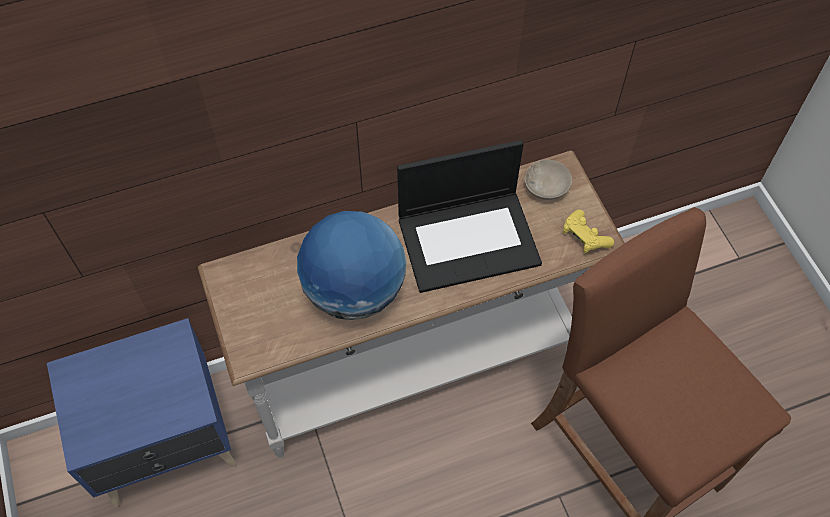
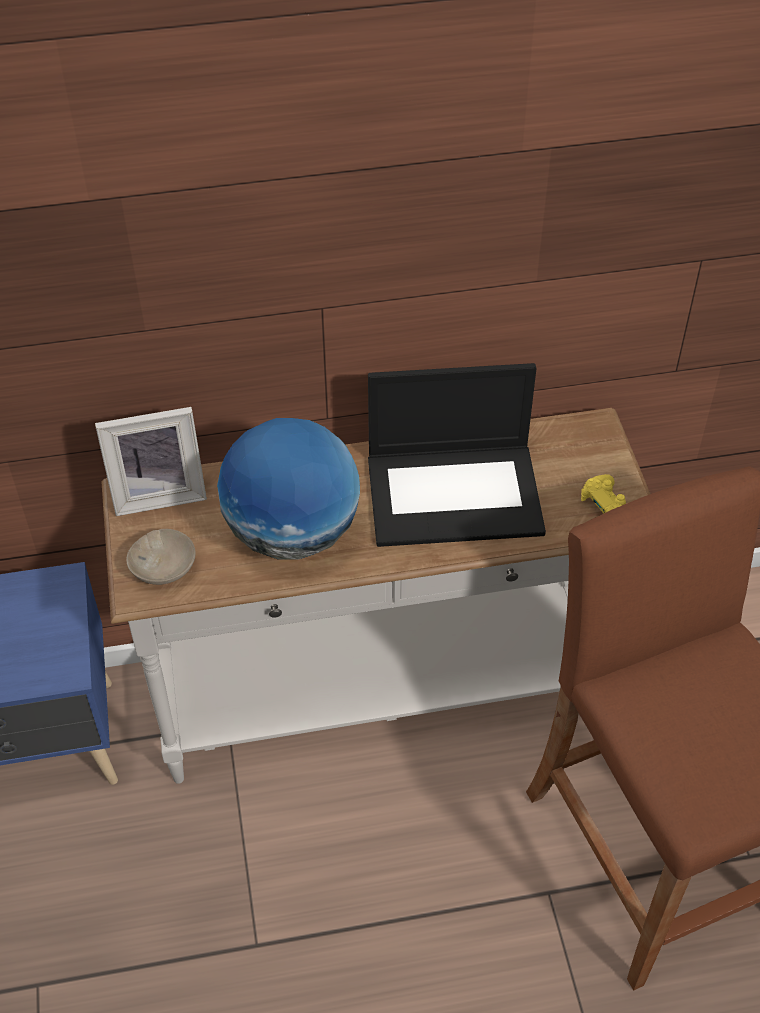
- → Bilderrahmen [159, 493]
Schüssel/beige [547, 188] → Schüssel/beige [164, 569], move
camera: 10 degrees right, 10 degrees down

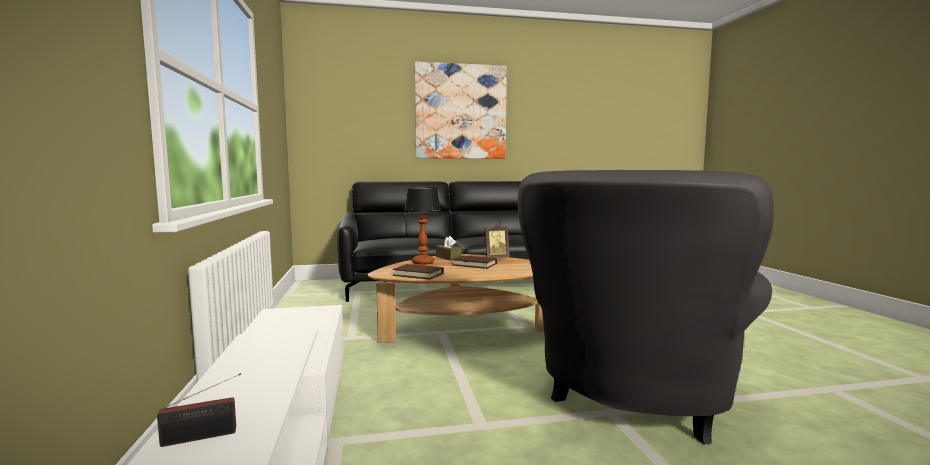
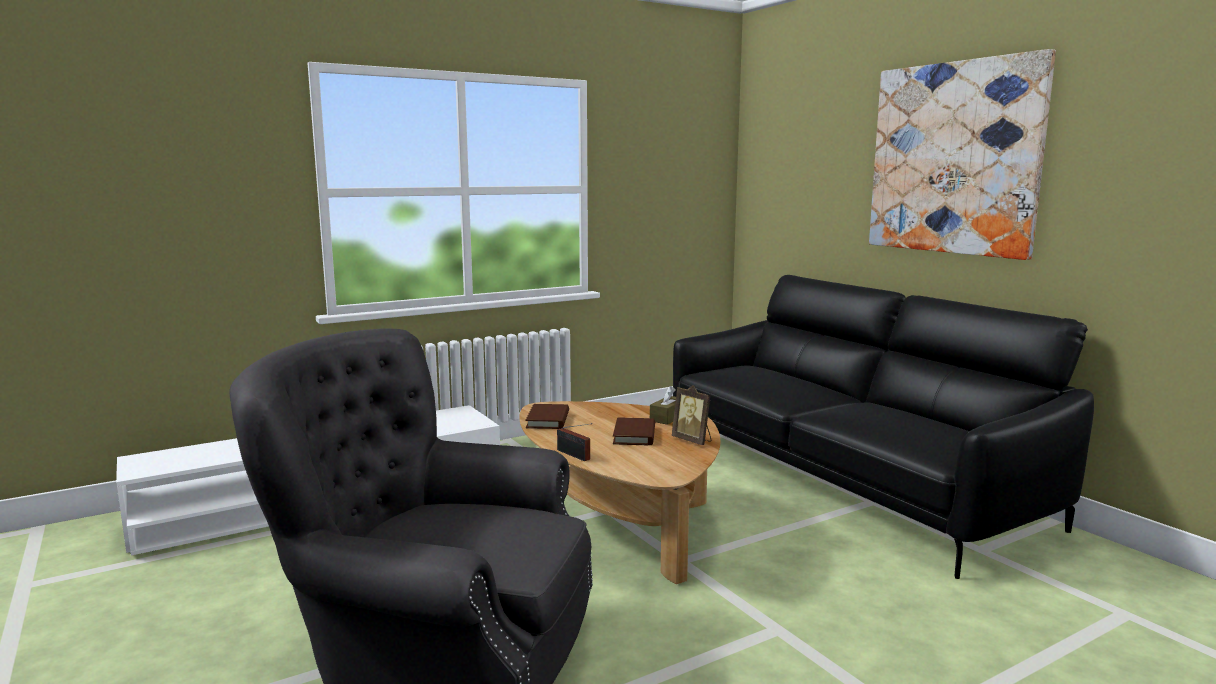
Tischlampe [423, 262] → -
Radio [203, 436] → Radio [574, 455], move
camera: 70 degrees right, 5 degrees up

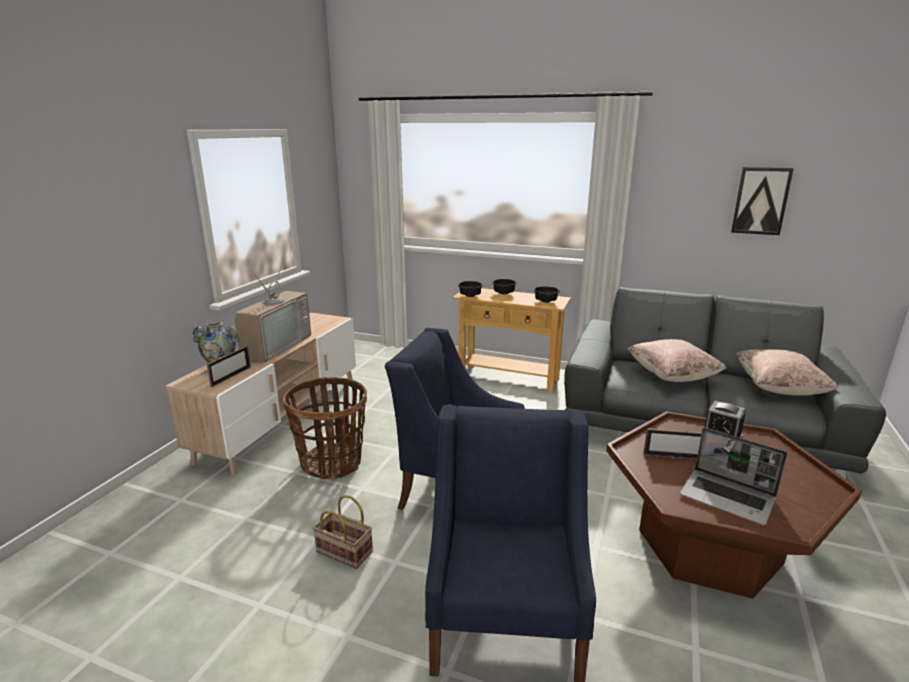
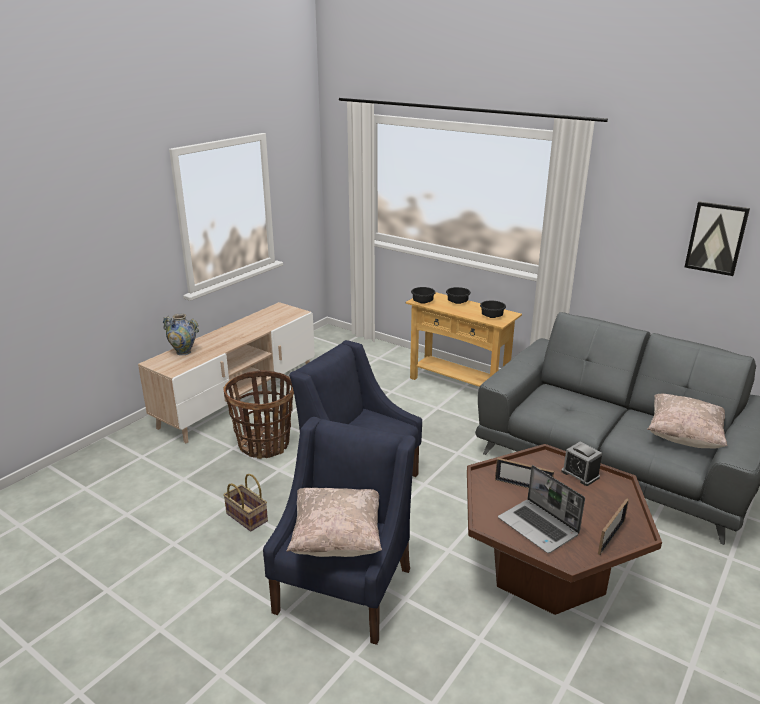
Fernseher [274, 345] → -
Bilderrahmen [231, 376] → Bilderrahmen [611, 537], move
Kissen/beige [671, 376] → Kissen/beige [337, 539], move
camera: 15 degrees right, 5 degrees up

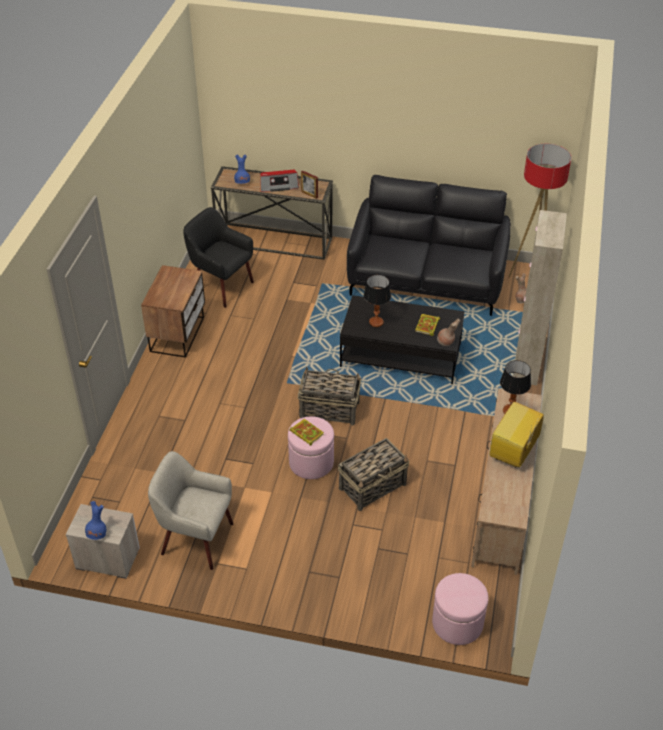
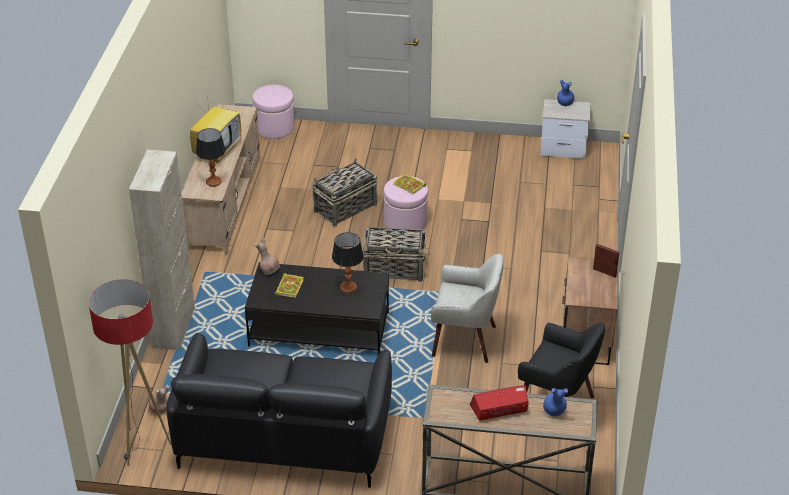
Sessel/beige [196, 539] → Sessel/beige [465, 340], move
Bilderrahmen [309, 194] → Bilderrahmen [604, 272], move
camera: 175 degrees right, 5 degrees down

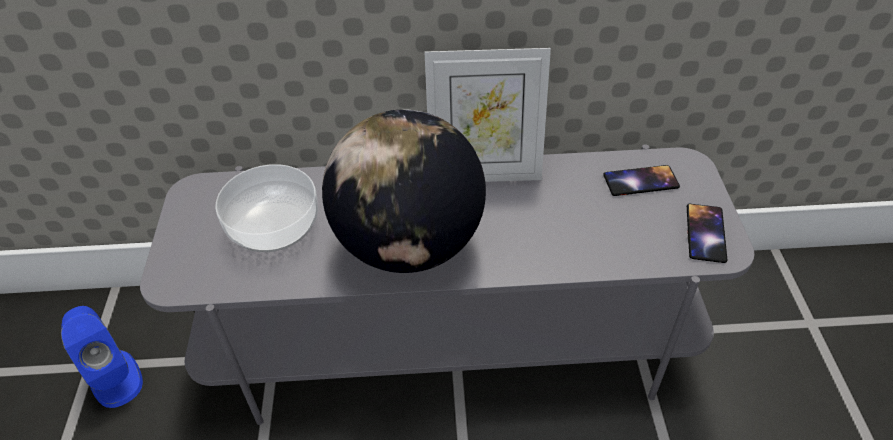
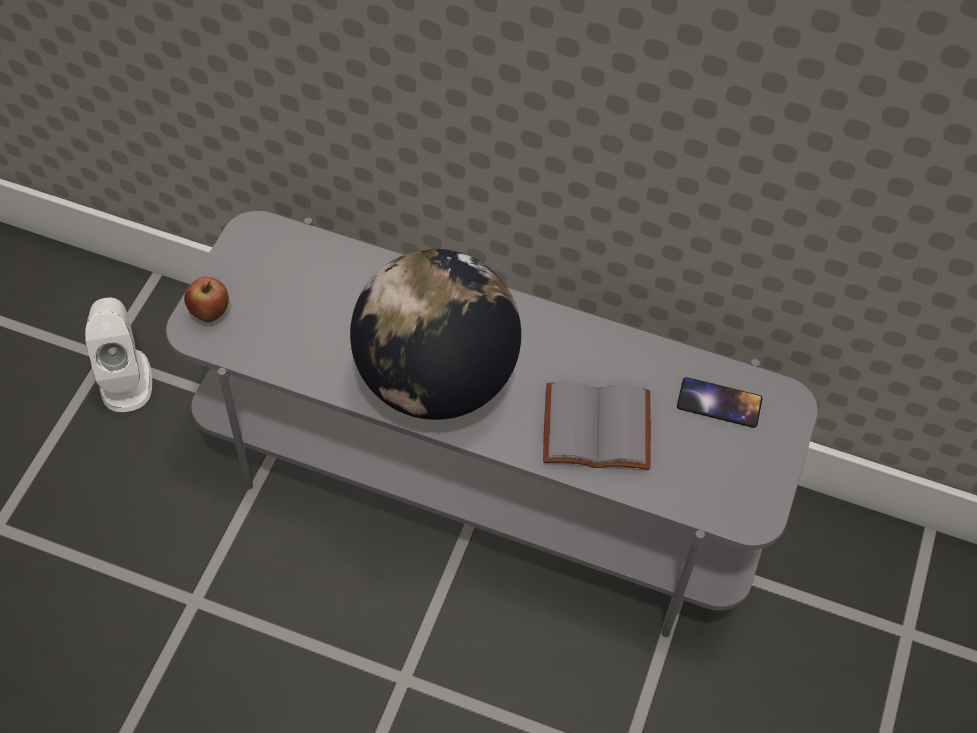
Schüssel [274, 227] → -
Bilderrahmen [485, 173] → -
Handy [705, 233] → -
- → Apfel [210, 313]
- → Buch/grau [594, 431]
Lautsprecher/blau [114, 377] → Lautsprecher/weiß [125, 379]
camera: 20 degrees right, 10 degrees up

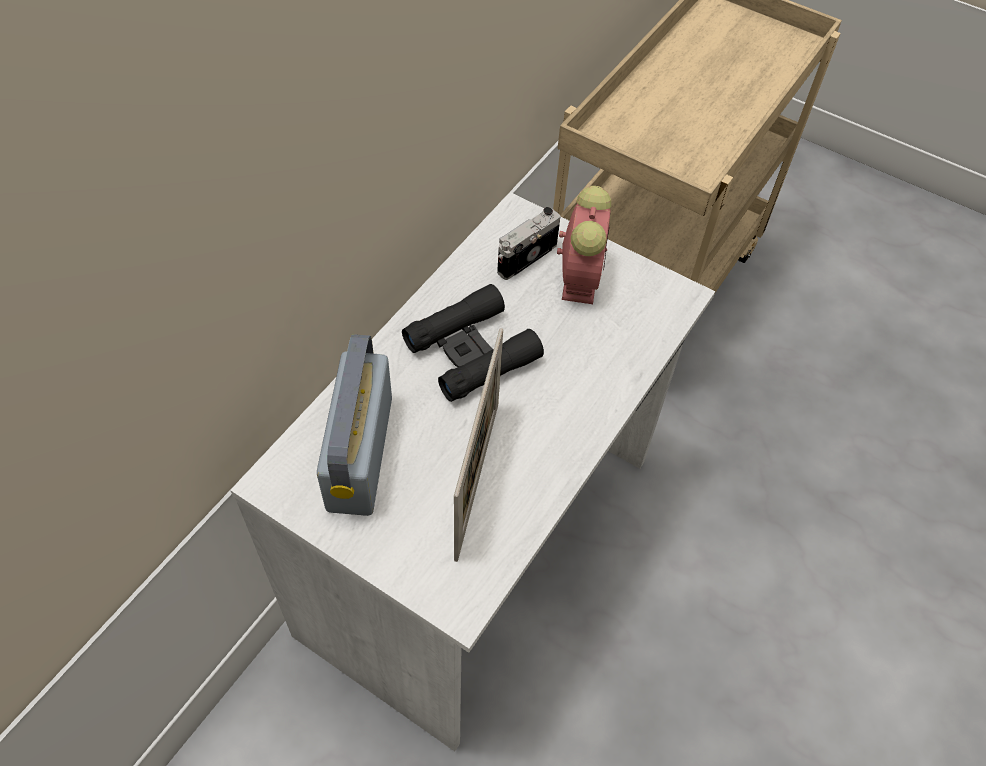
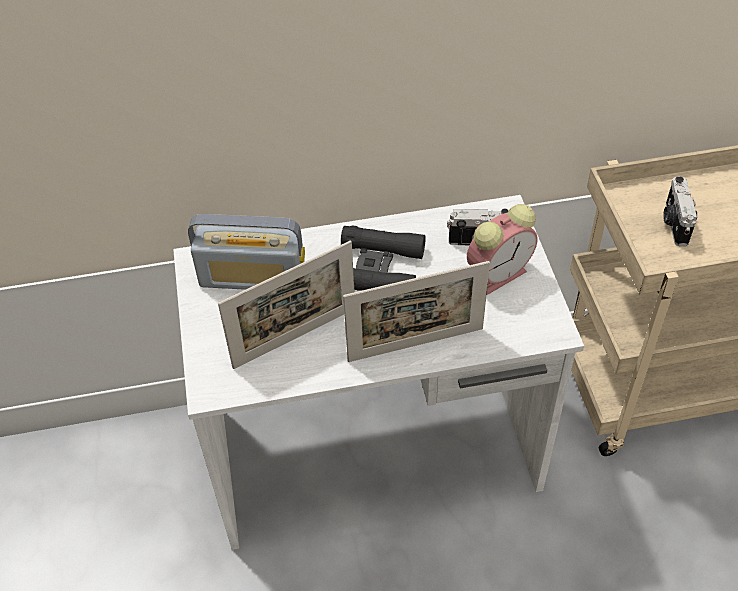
- → Bilderrahmen [415, 344]
- → Kamera [674, 223]
Radio [360, 453] → Radio [253, 278], 135 degrees counterclockwise
camera: 50 degrees right, 5 degrees down

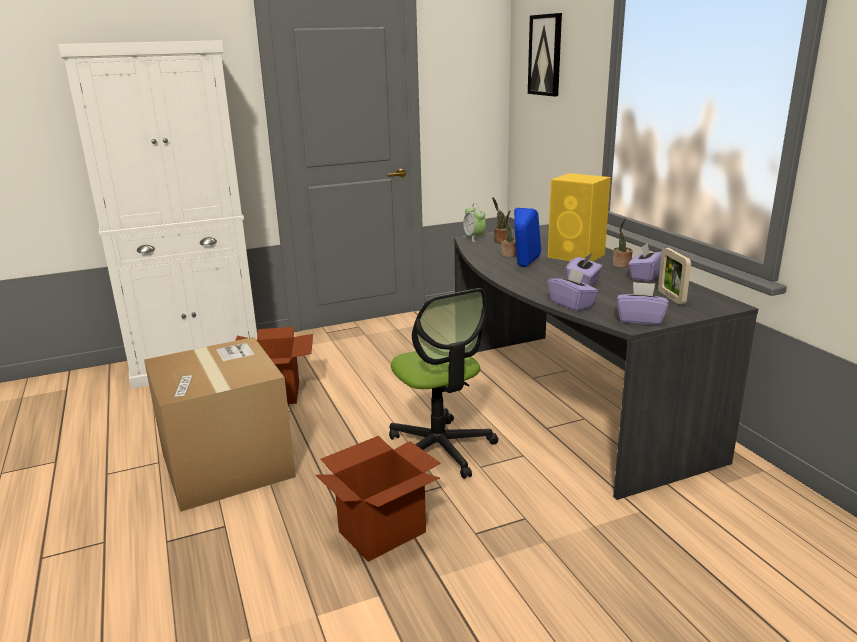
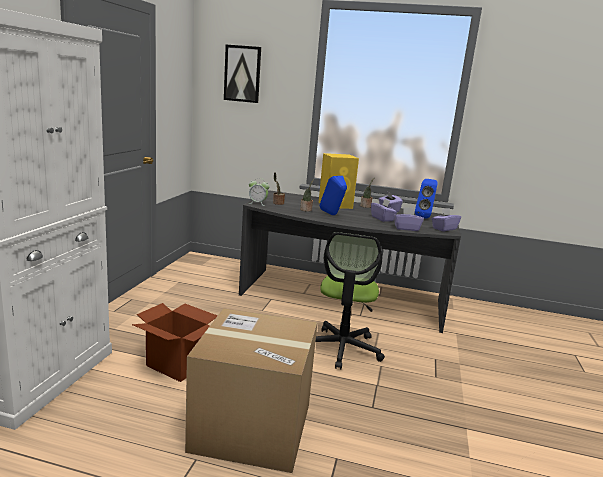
Karton [382, 531] → -
Bilderrahmen [671, 297] → Lautsprecher/blau [424, 217]
Bürostuhl [440, 449] → Bürostuhl [342, 348], 90 degrees clockwise
camera: 55 degrees left, 5 degrees down

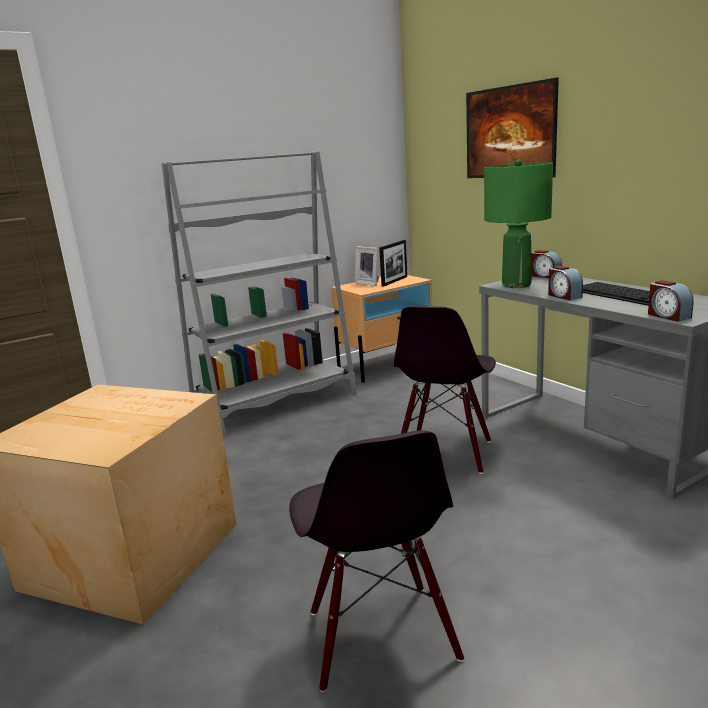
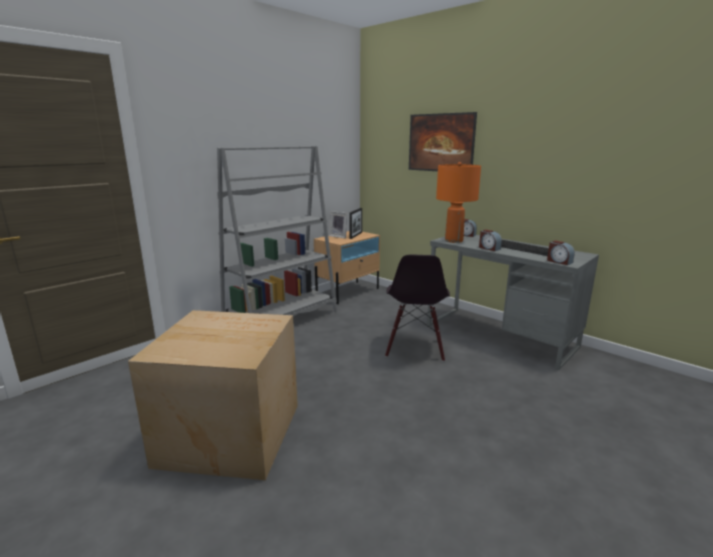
Stuhl/schwarz [380, 636] → -
Tischlampe/grün [516, 285] → Tischlampe/orange [453, 240]
camera: 15 degrees left, 0 degrees up

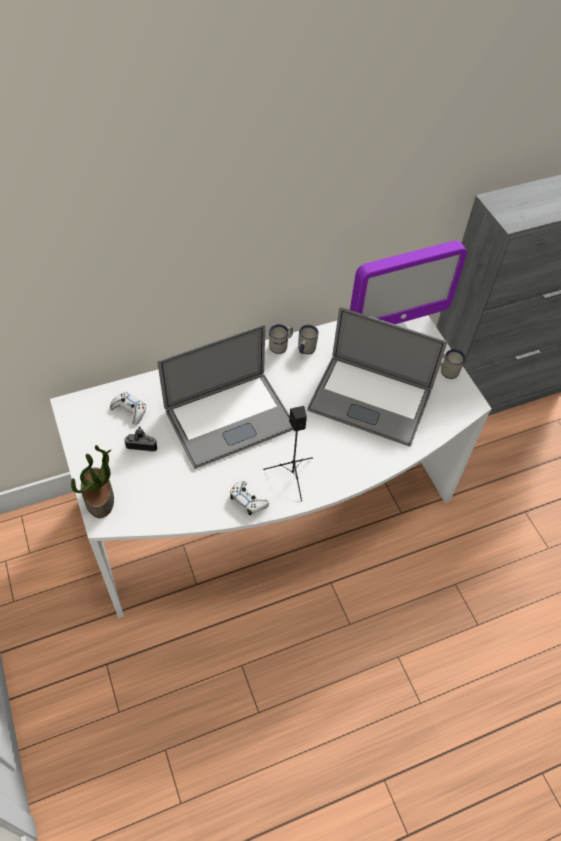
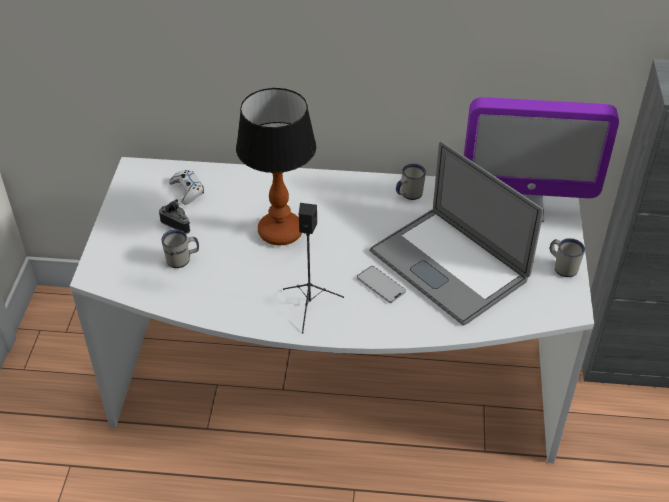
Topfpflanze [100, 498] → -
Gamepad/weiß [248, 500] → -
- → Handy [381, 285]
Henkelbecher/weiß [281, 345] → Henkelbecher/weiß [183, 260], move
Laptop [229, 419] → Tischlampe [281, 231]
camera: 30 degrees right, 10 degrees down

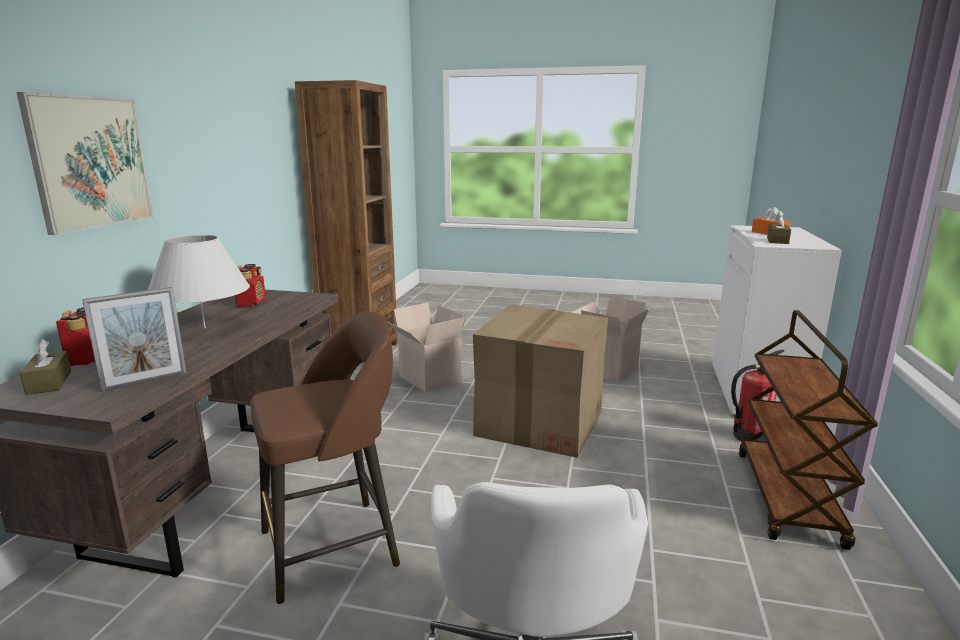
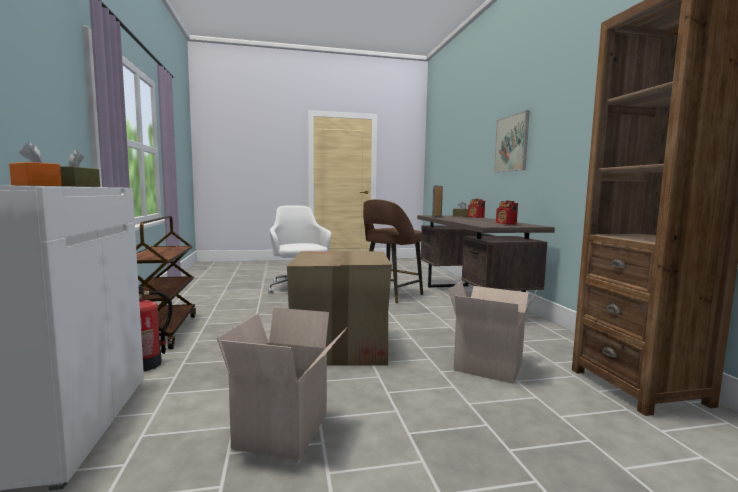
Tischlampe/weiß [204, 328] → -
camera: 155 degrees right, 10 degrees down

